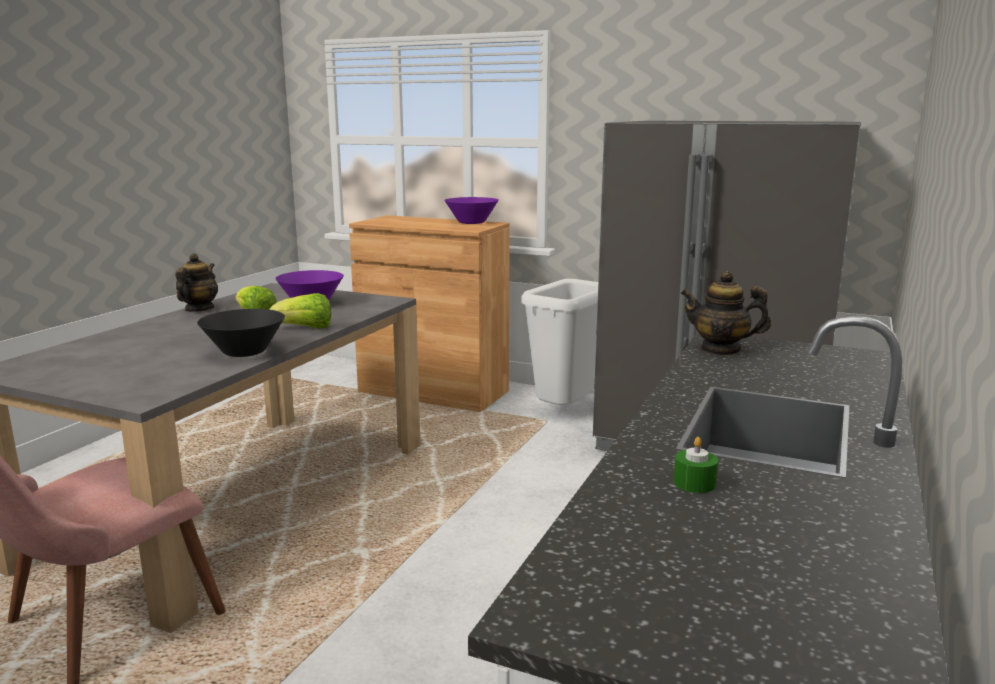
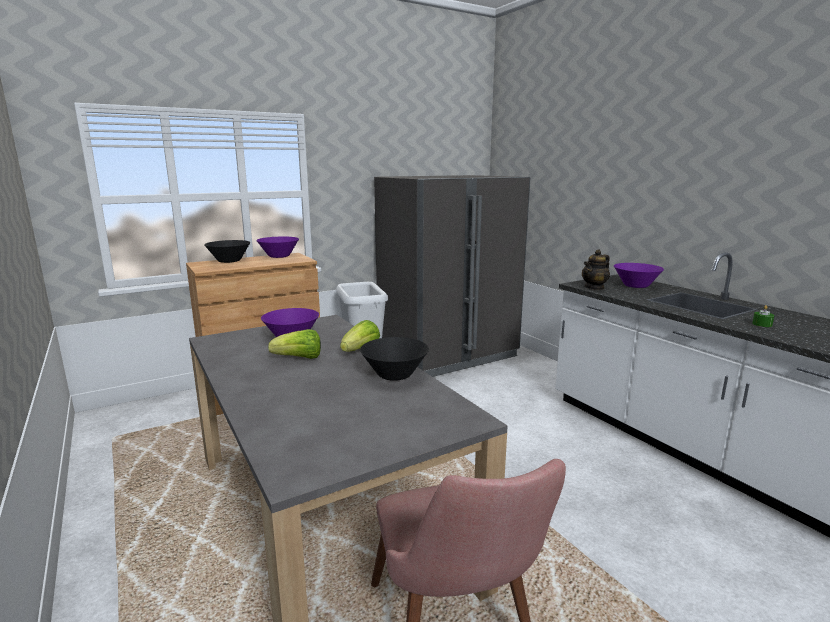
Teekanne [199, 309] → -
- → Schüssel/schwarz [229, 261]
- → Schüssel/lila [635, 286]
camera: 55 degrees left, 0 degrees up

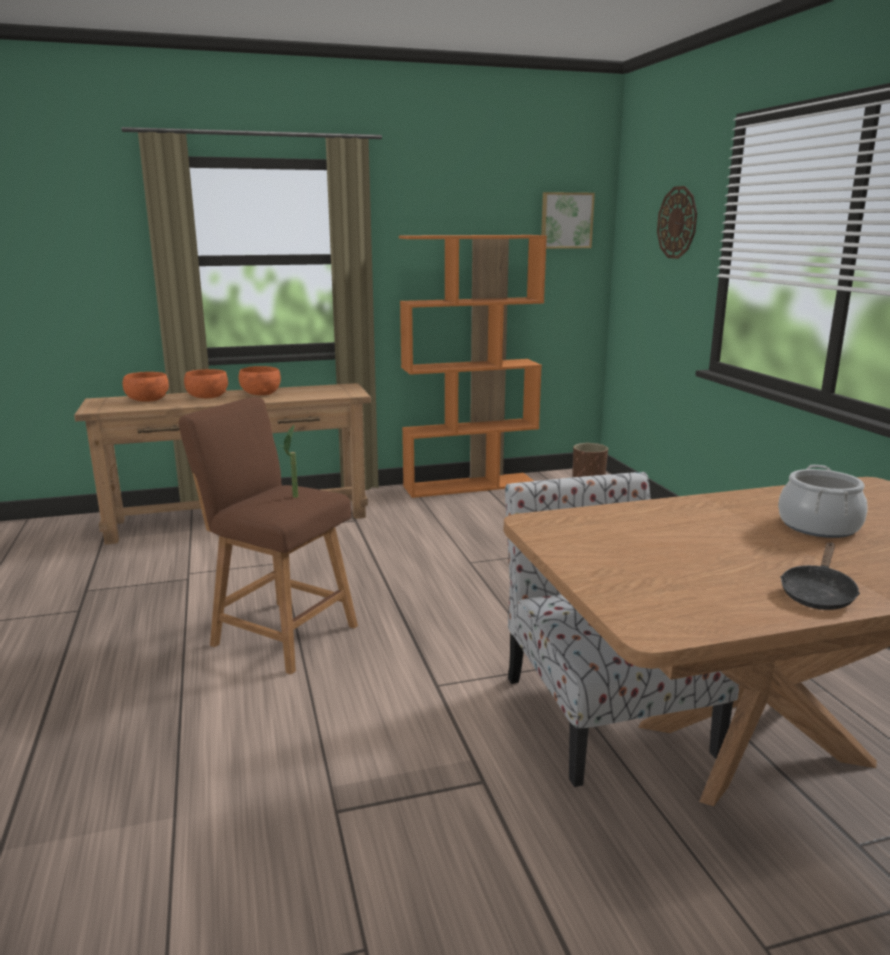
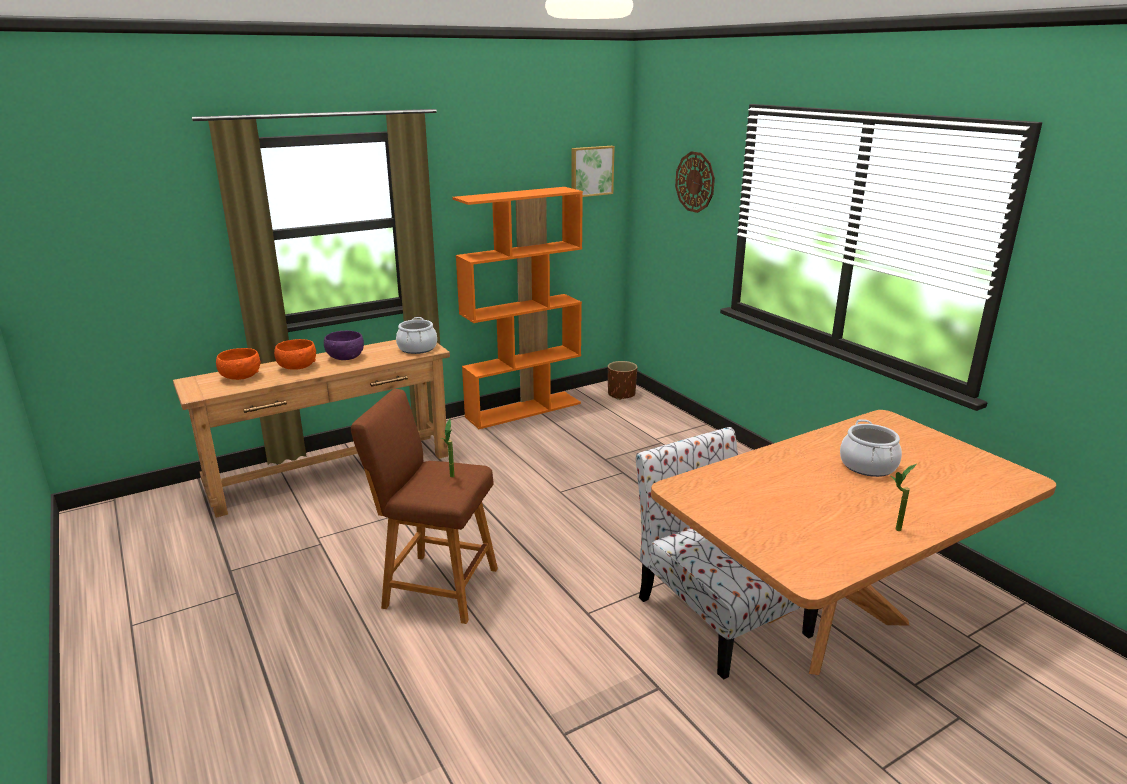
- → Kochtopf [417, 348]
Pfanne/schwarz [817, 594] → Topfpflanze [893, 530]
Schüssel/orange [260, 394] → Schüssel/lila [345, 358]
camera: 15 degrees left, 5 degrees up

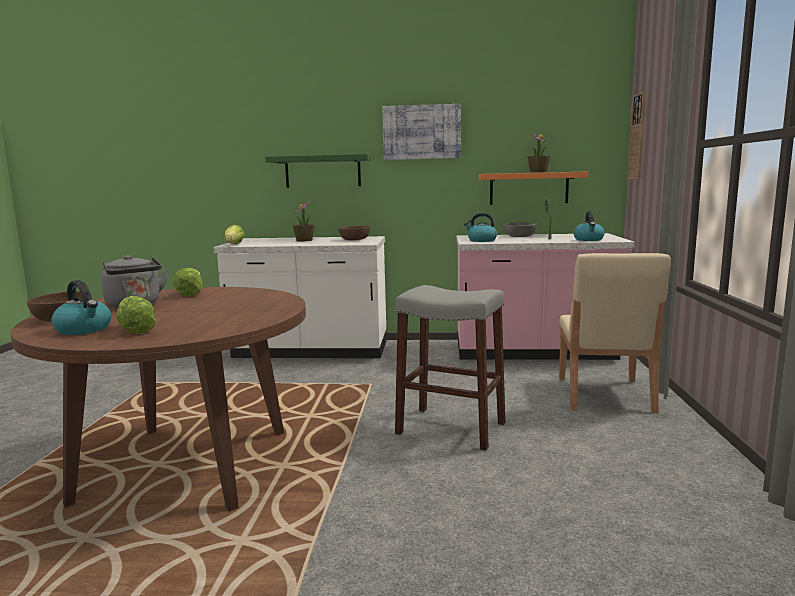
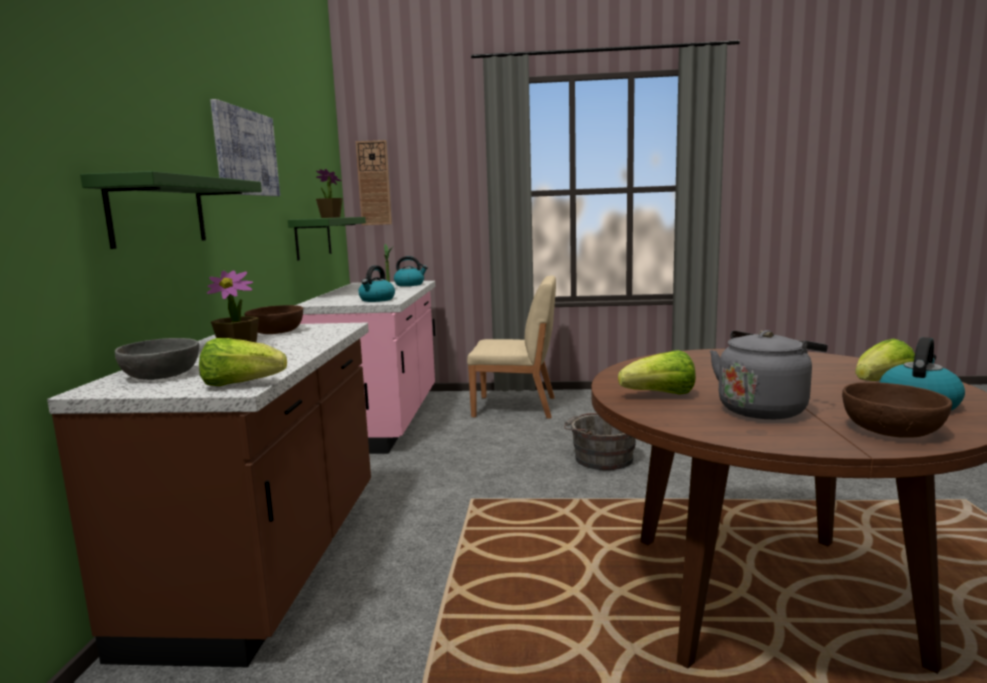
Schüssel/grau [520, 236] → Schüssel/grau [162, 375], move
Hocker/grau [450, 428] → Eimer/grau [600, 458]
Küchenzeile/weiß [310, 351] → Küchenzeile/braun [269, 564]
Wandregal/orange [528, 188] → Wandregal/grün [313, 237]
camera: 90 degrees left, 0 degrees up

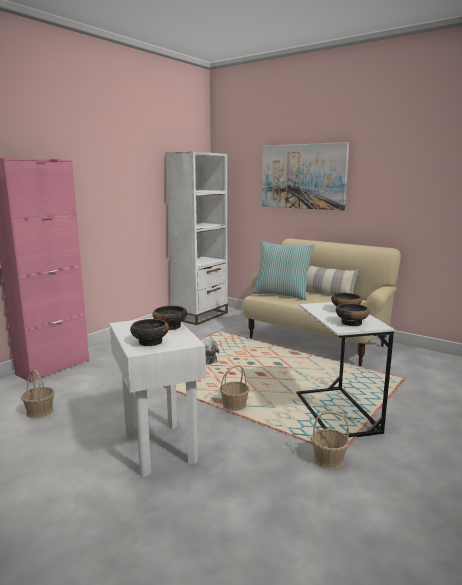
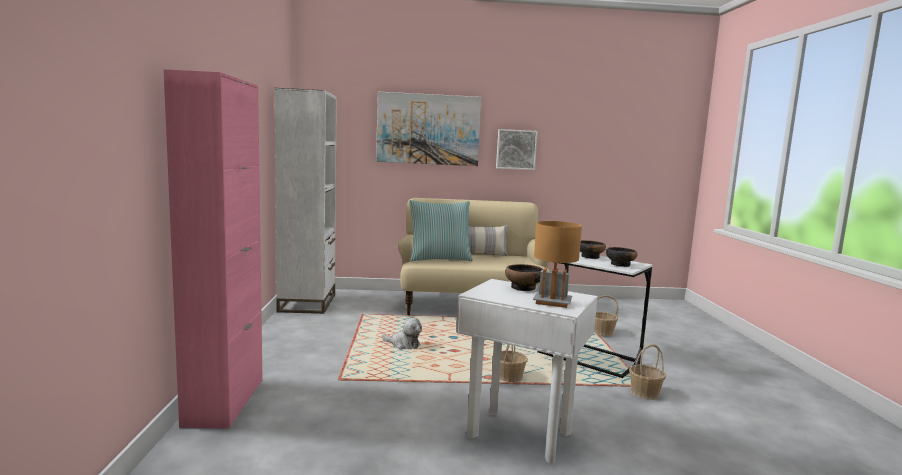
- → Bild [516, 149]
Korb [40, 411] → Korb [602, 332], move
Schüssel [150, 342] → Tischlampe/braun [552, 302]
camera: 40 degrees left, 5 degrees down

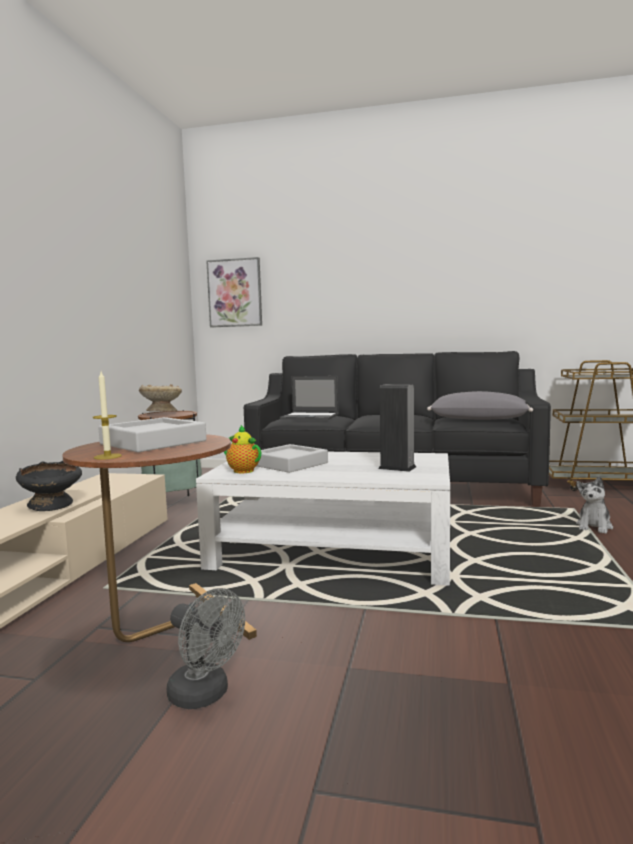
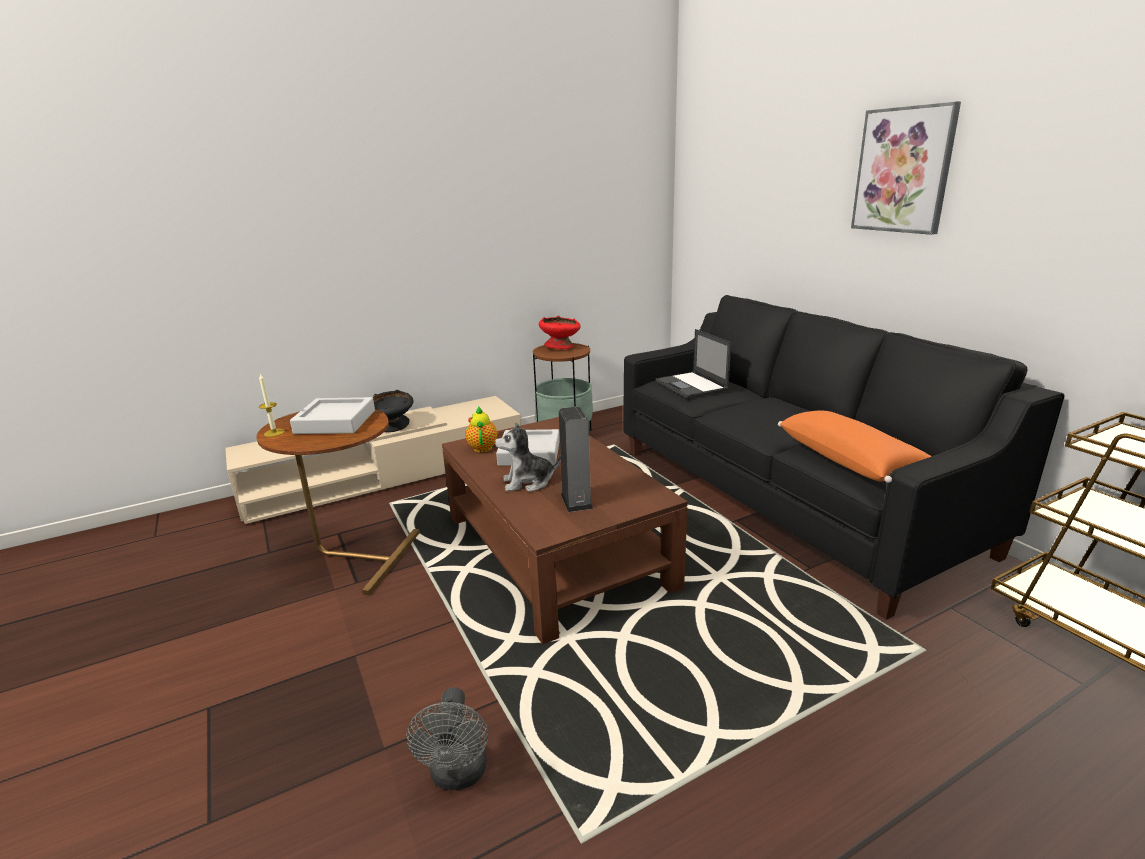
Ventilator/grau [205, 695] → Ventilator/grau [458, 775], move
Bild [235, 293] → Bild [903, 170], move
Plüschtier [594, 526] → Plüschtier [528, 482], move
Schüssel/beige [161, 412] → Schüssel/rot [560, 347]
Couchtisch/weiß [334, 550] → Couchtisch/braun [556, 551]
Kissen/grau [479, 419] → Kissen/orange [850, 460]
camera: 50 degrees right, 15 degrees up

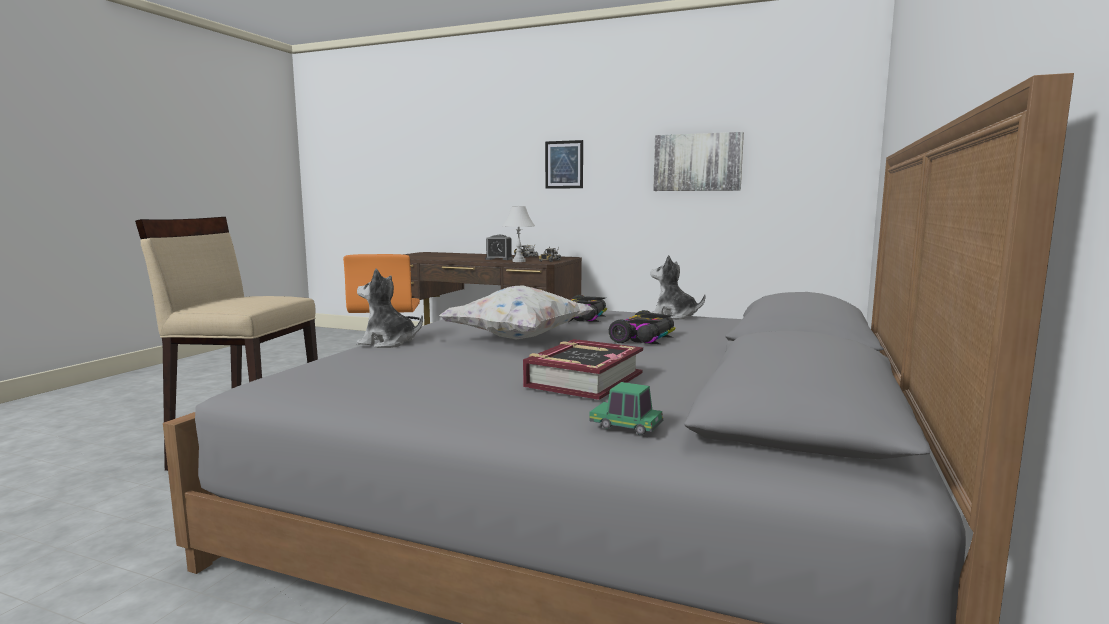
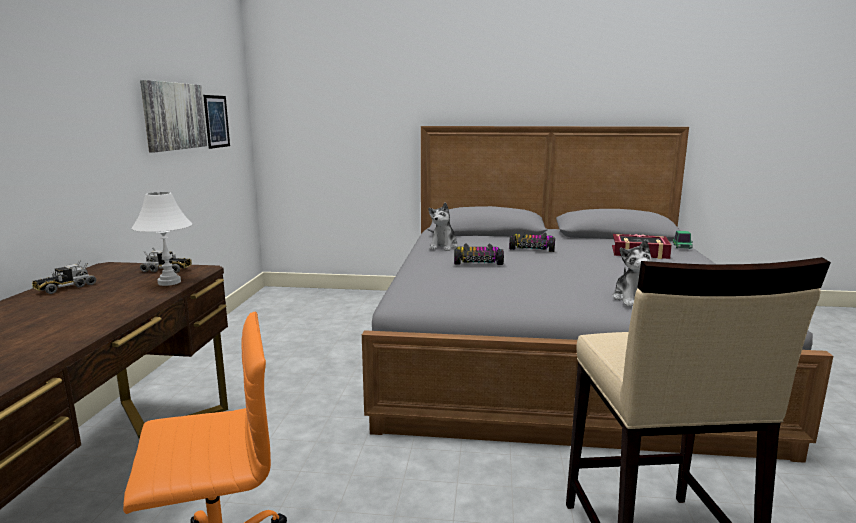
Kissen/weiß [519, 338] → -
Wecker [499, 259] → -
Bild [564, 164] → Bild [216, 121], move
camera: 105 degrees left, 5 degrees up

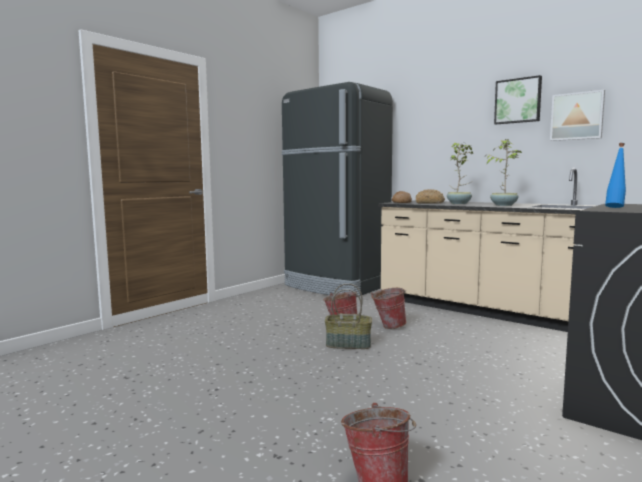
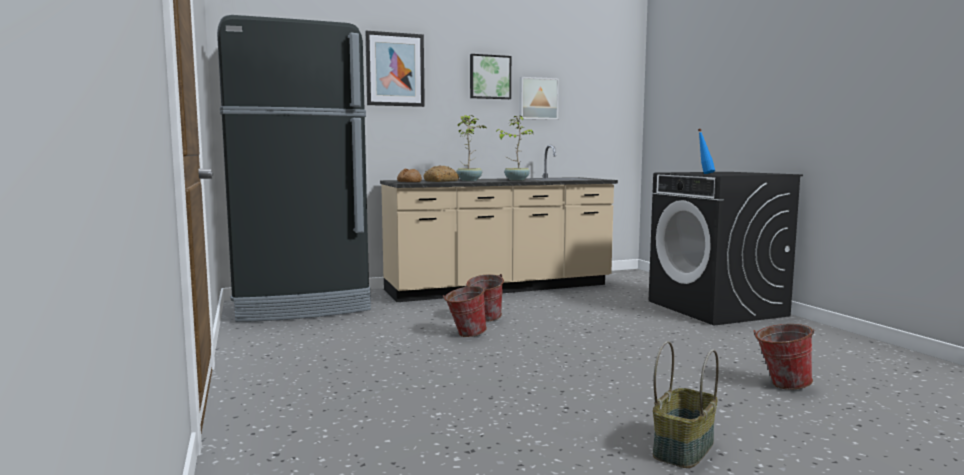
- → Bild [395, 69]
Korb [349, 344] → Korb [682, 448], move
camera: 60 degrees left, 0 degrees up

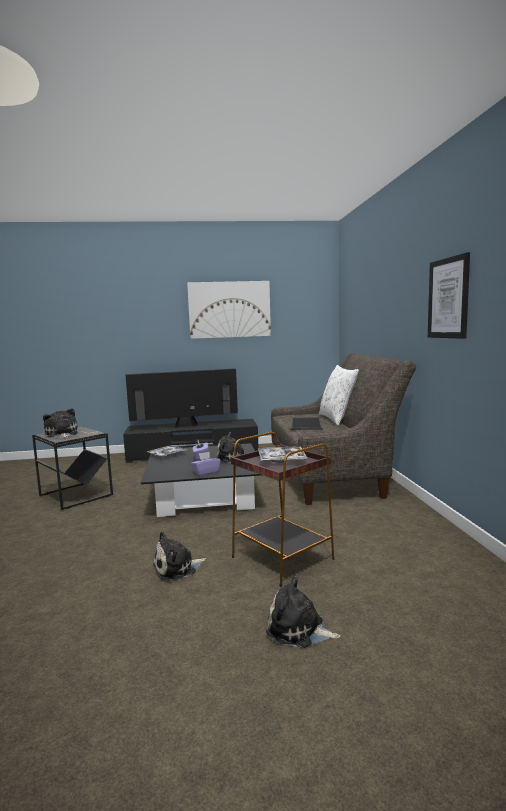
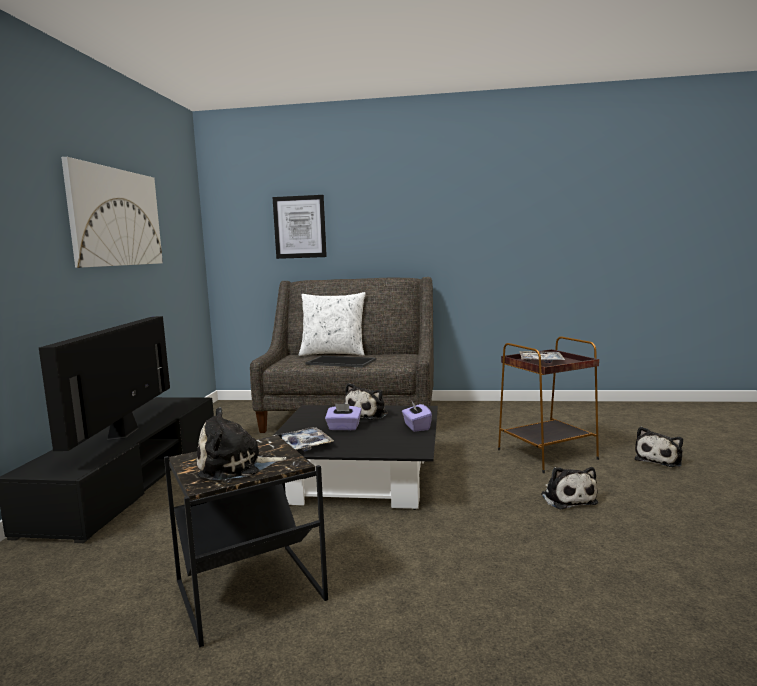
Bild [448, 298] → Bild [300, 227], move
camera: 75 degrees left, 0 degrees up

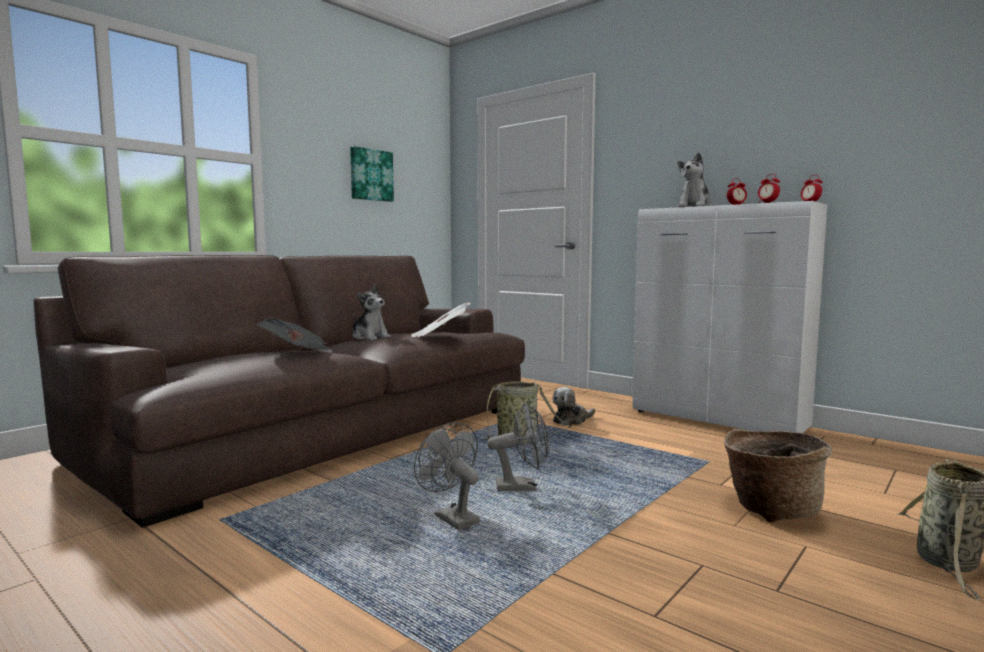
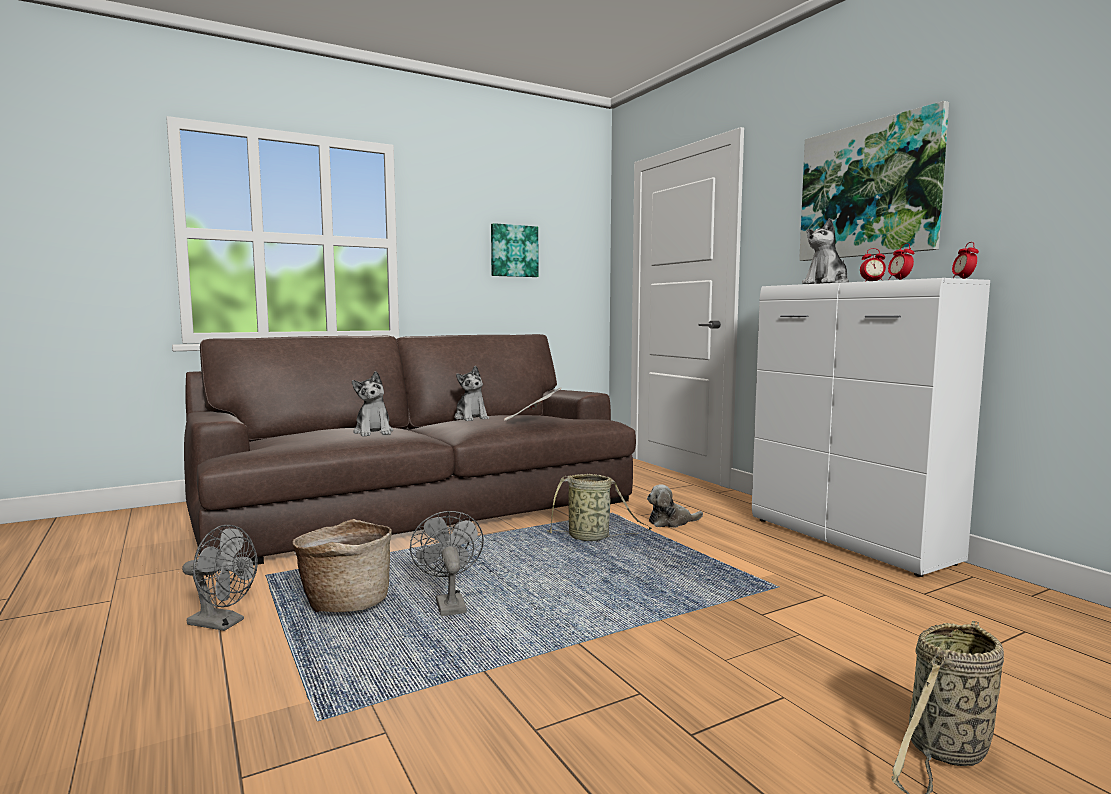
- → Bild [869, 190]
Ventilator/grau [522, 486] → Ventilator/grau [223, 623], move
Korb [770, 509] → Korb [346, 602], move
Zeitung [297, 354] → Plüschtier [373, 432]
camera: 20 degrees right, 0 degrees up

